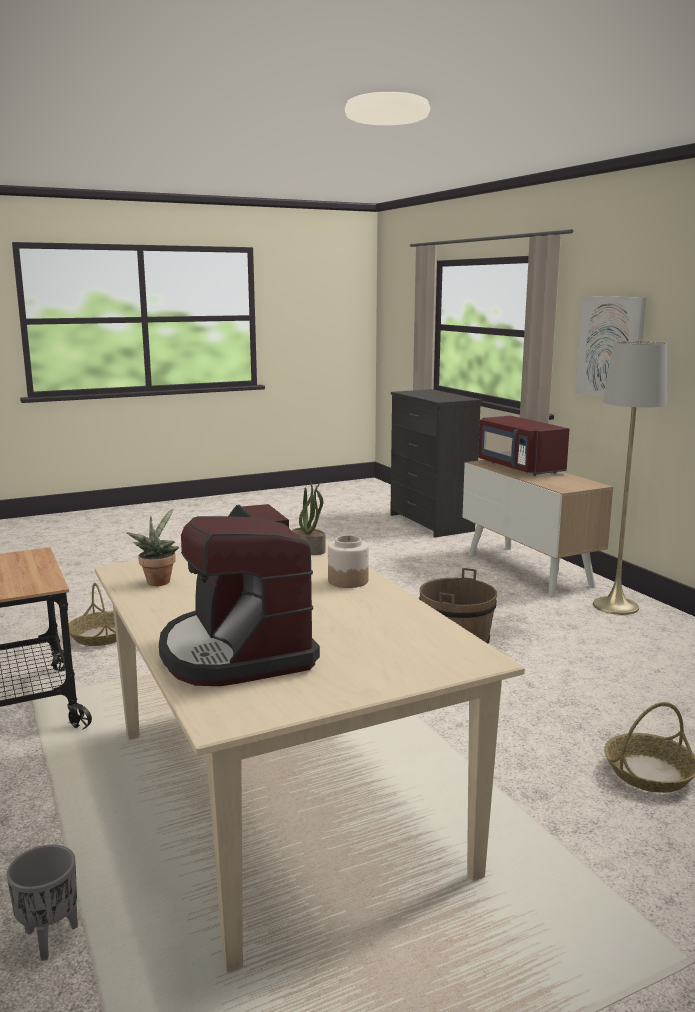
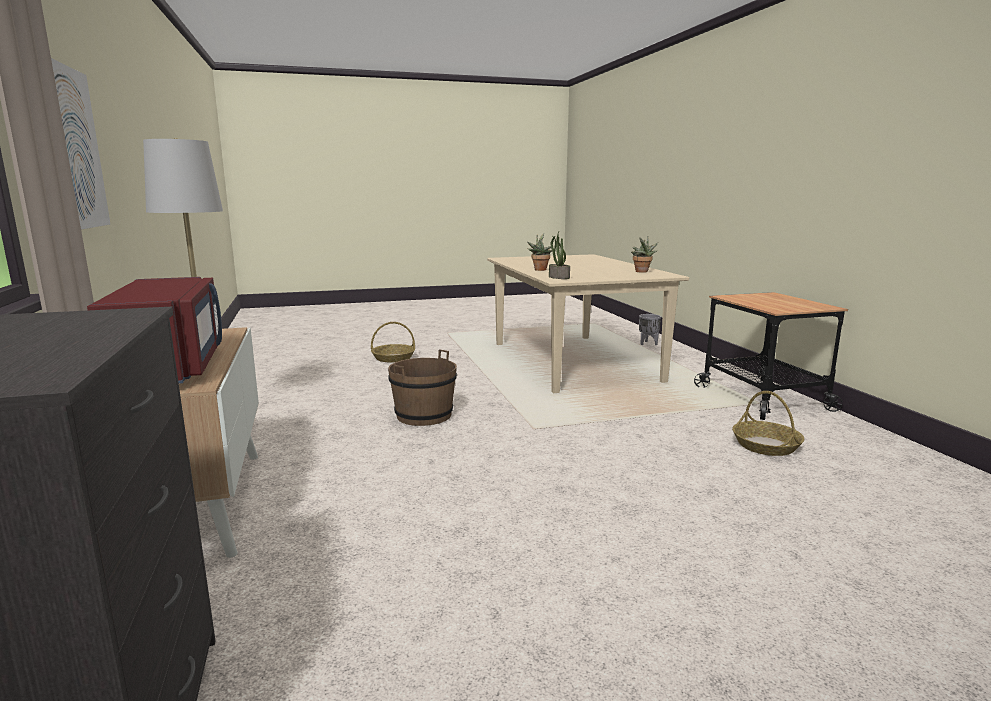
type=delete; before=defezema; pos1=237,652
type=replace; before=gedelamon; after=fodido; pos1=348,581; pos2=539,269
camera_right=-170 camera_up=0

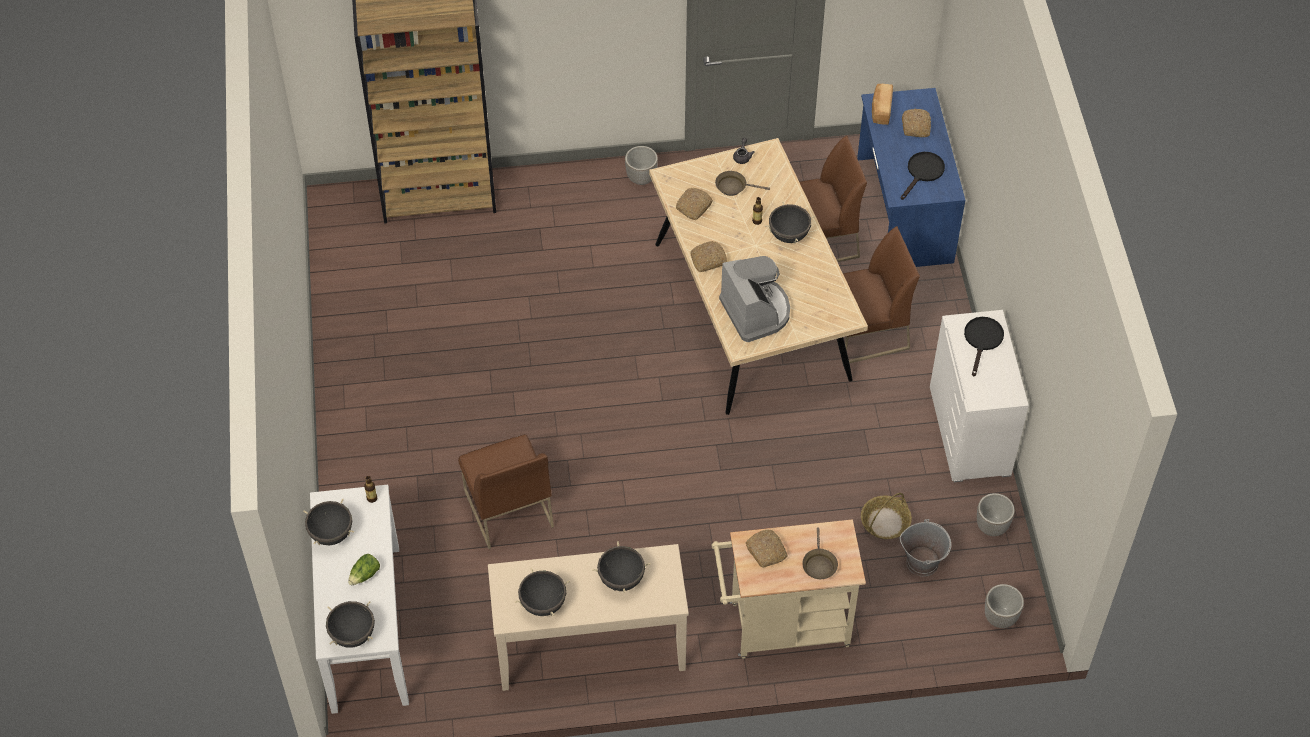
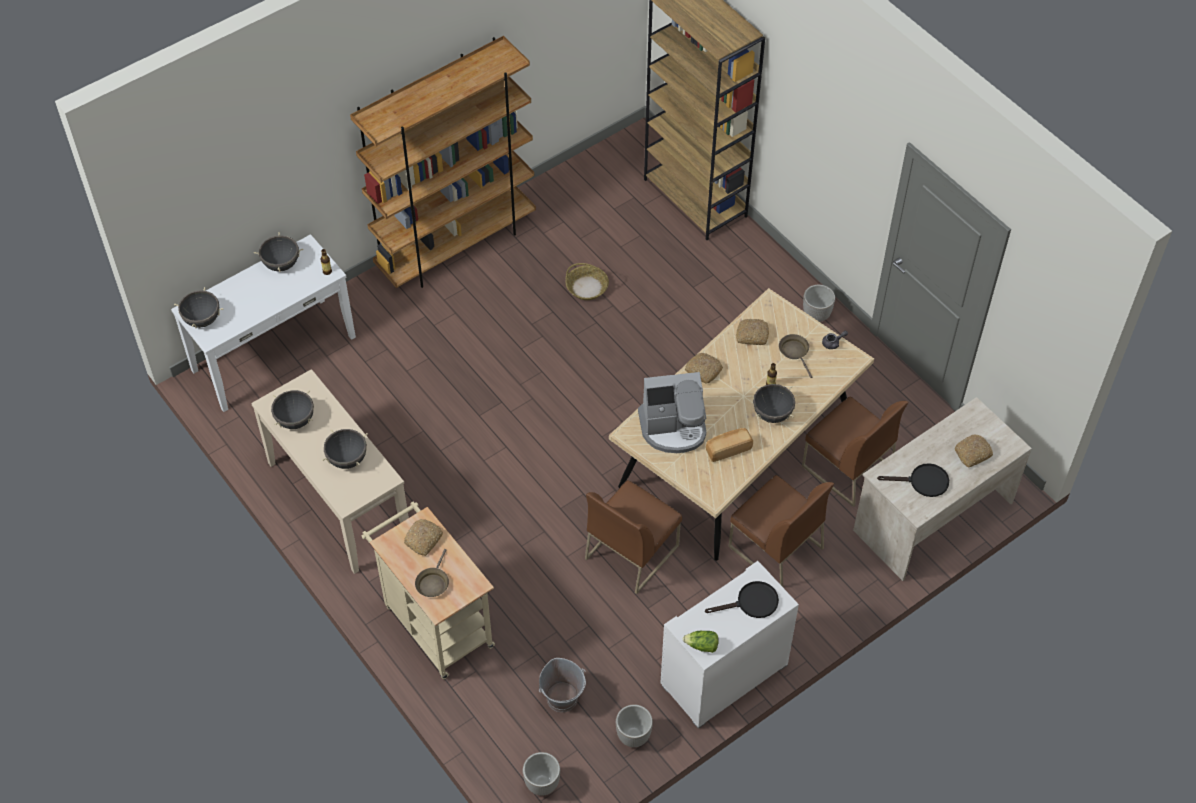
type=move; before=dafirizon; pos1=365,575; pos2=702,646
type=move; before=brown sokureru; pos1=507,508; pos2=631,551
type=rotate; before=defezema; pos1=756,311; pos2=673,428; turn=45
type=rotate; before=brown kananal; pos1=819,564; pos2=433,582; turn=-45
type=recolor; before=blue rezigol; after=beige rezigol; pos1=903,210; pos2=932,515
type=move; before=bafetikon; pos1=885,522; pos2=587,287
type=move; before=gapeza; pos1=880,110; pos2=728,449
type=insert; after=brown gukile; pos2=456,246
camera_right=60 camera_up=0

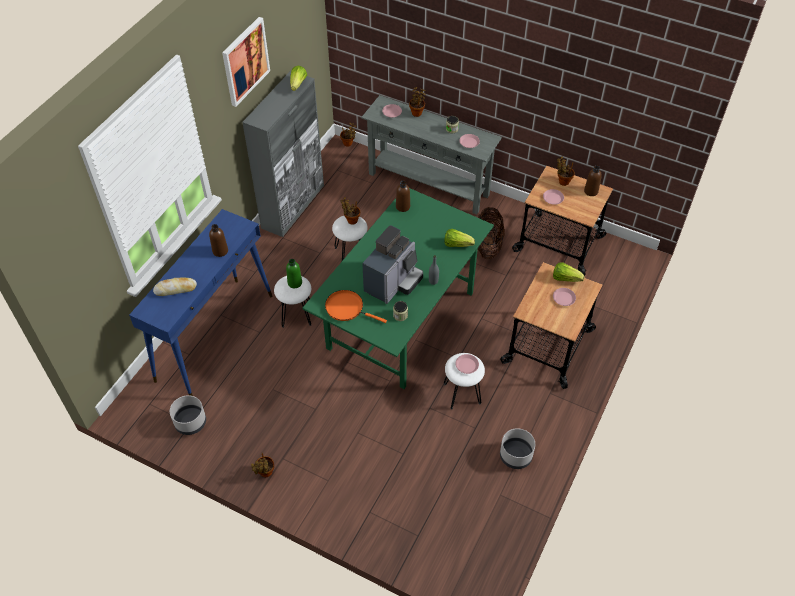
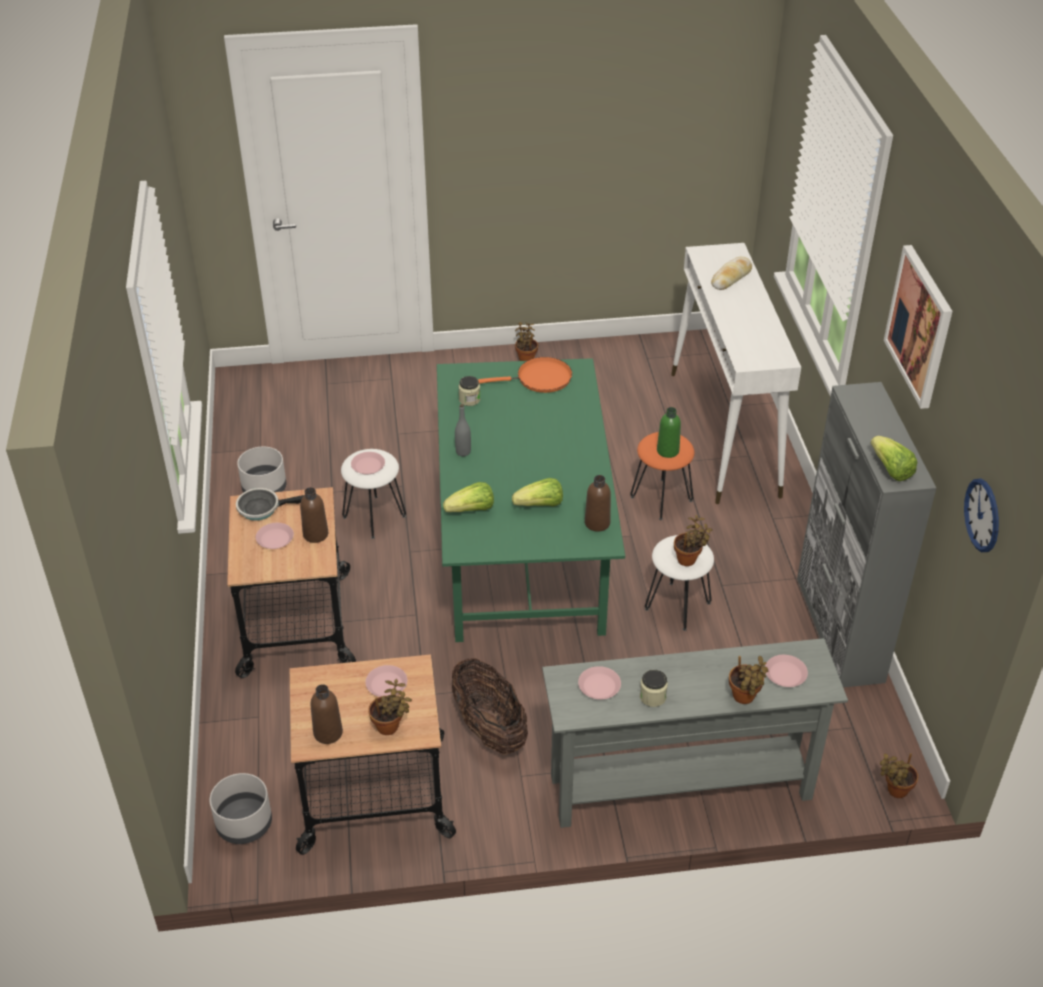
type=recolor; before=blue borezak; after=white borezak; pos1=215,336; pos2=724,433
type=move; before=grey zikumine; pos1=190,422; pos2=245,823
type=move; before=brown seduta; pos1=220,251; pos2=315,534
type=recolor; before=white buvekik; after=orange buvekik; pos1=296,314; pos2=662,499
type=delete; before=defezema; pos1=393,282
type=move; before=dafirizon; pos1=565,278; pos2=540,505
type=insert; after=kananal; pos2=262,508
type=insert; after=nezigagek; pos2=982,515
camera_right=145 camera_up=-10

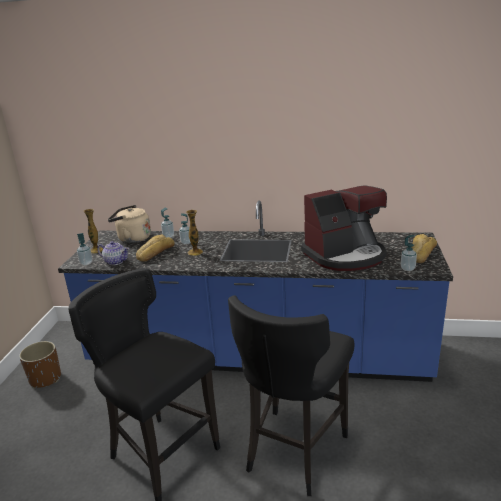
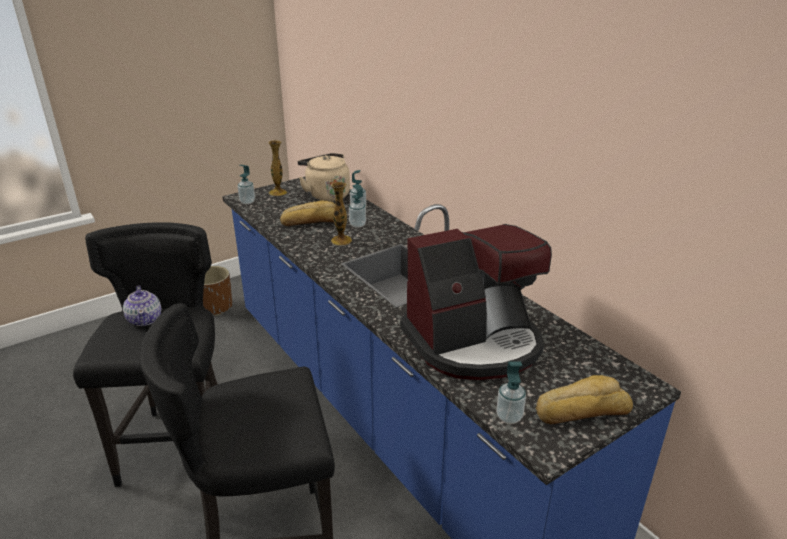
type=move; before=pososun; pos1=115,261; pos2=145,319
type=rotate; before=defezema; pos1=345,255; pos2=474,342; turn=-45
camera_right=45 camera_up=5

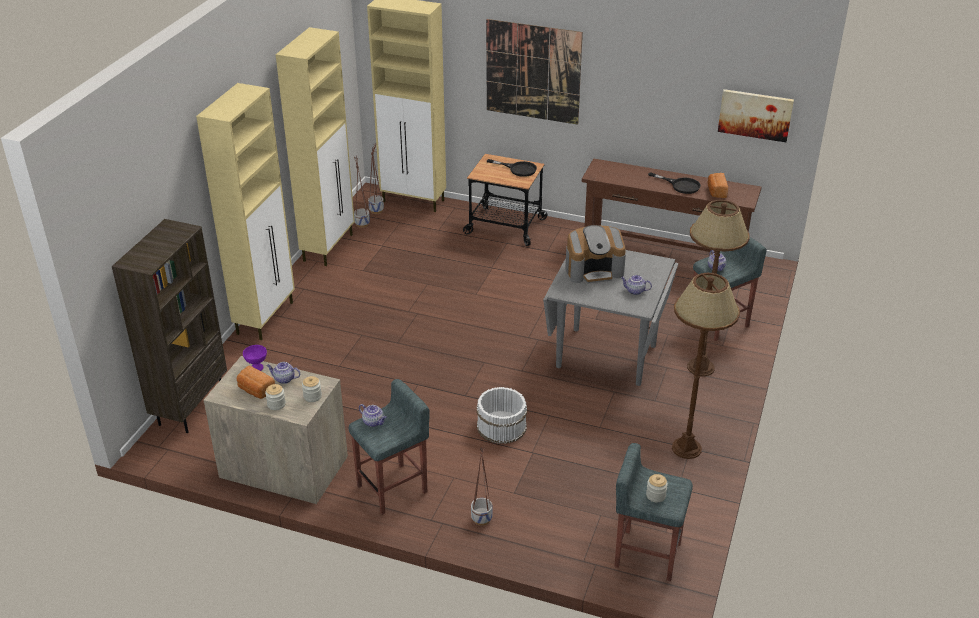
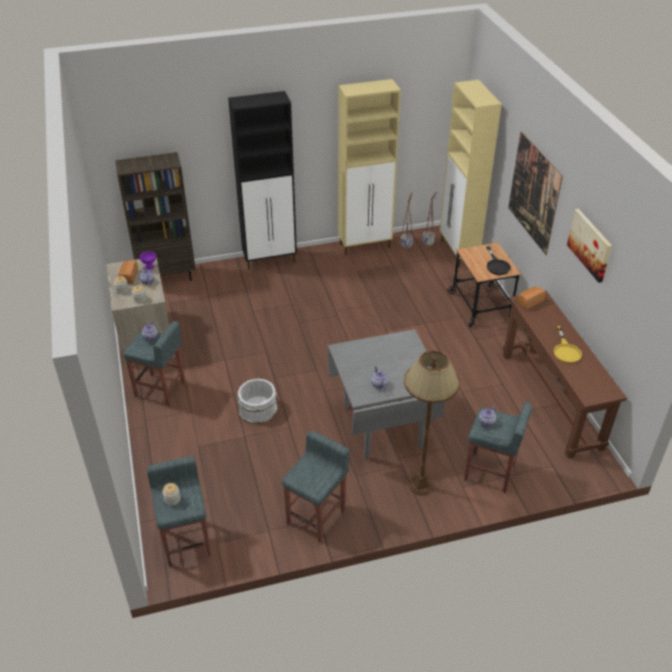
type=recolor; before=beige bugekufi; after=black bugekufi; pos1=266,317; pos2=270,260
type=delete; before=zikumine; pos1=482,519
type=delete; before=defezema; pos1=594,270
type=recolor; before=black kananal; after=yellow kananal; pos1=680,185; pos2=566,351
type=replace; before=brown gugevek; after=grey buvekik; pos1=687,448; pos2=316,517
type=move; before=gapeza; pos1=716,192; pos2=529,302
type=move; before=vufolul; pos1=755,115; pos2=590,244
camera_right=55 camera_up=5

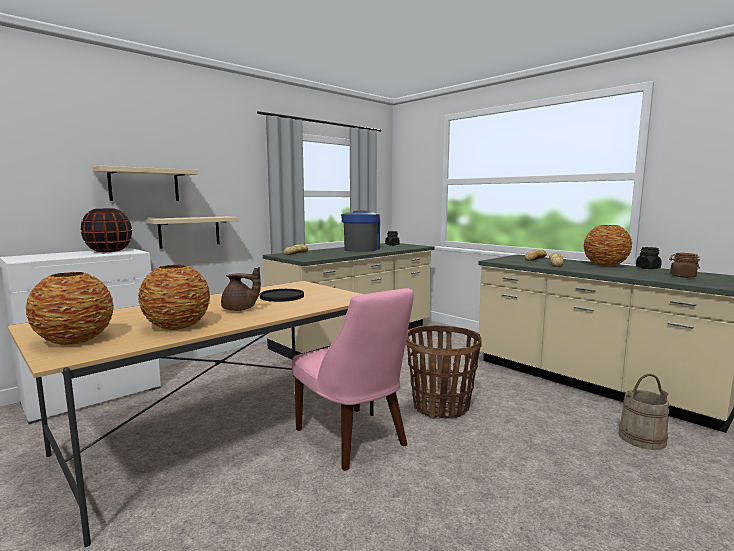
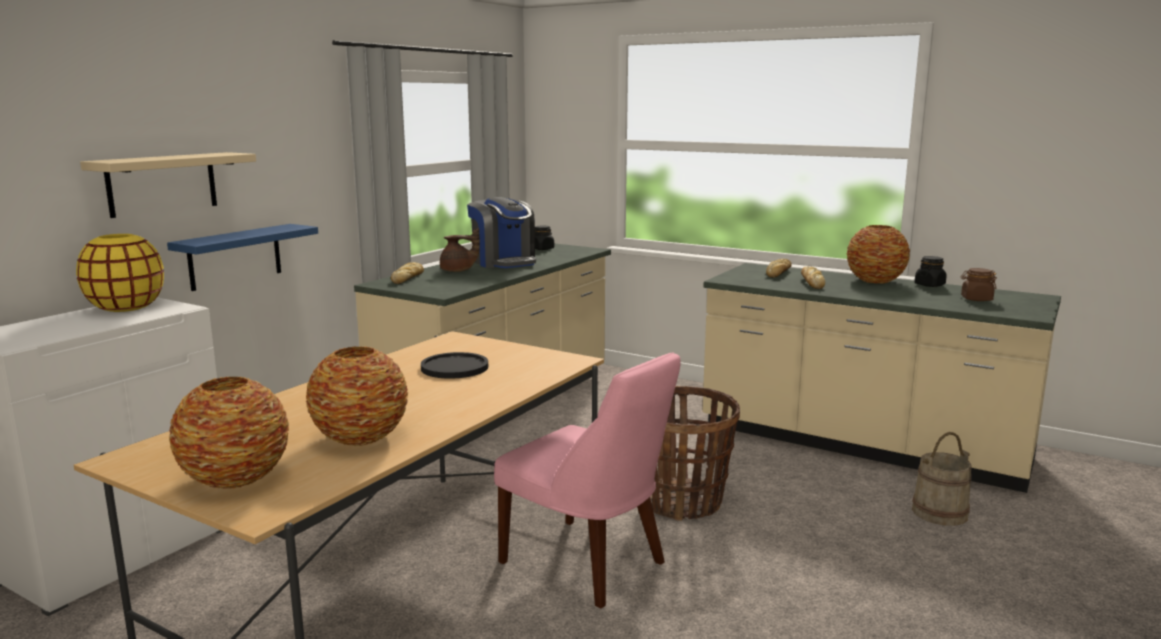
type=recolor; before=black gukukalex; after=yellow gukukalex; pos1=109,251; pos2=126,307
type=recolor; before=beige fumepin; after=blue fumepin; pos1=189,231; pos2=235,257
type=move; before=brown pososun; pos1=240,309; pos2=458,271
type=rotate; before=defezema; pos1=361,249; pos2=504,262; turn=150
camera_right=-15 camera_up=5

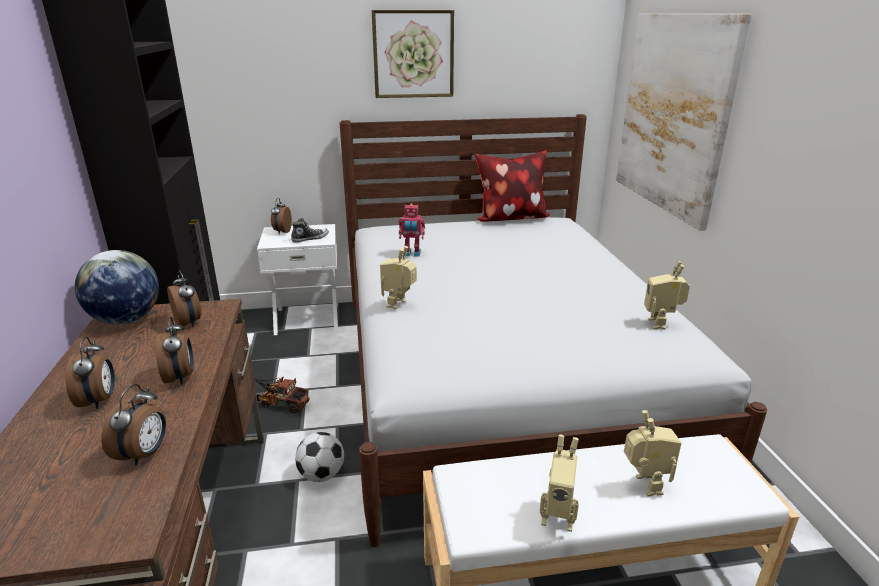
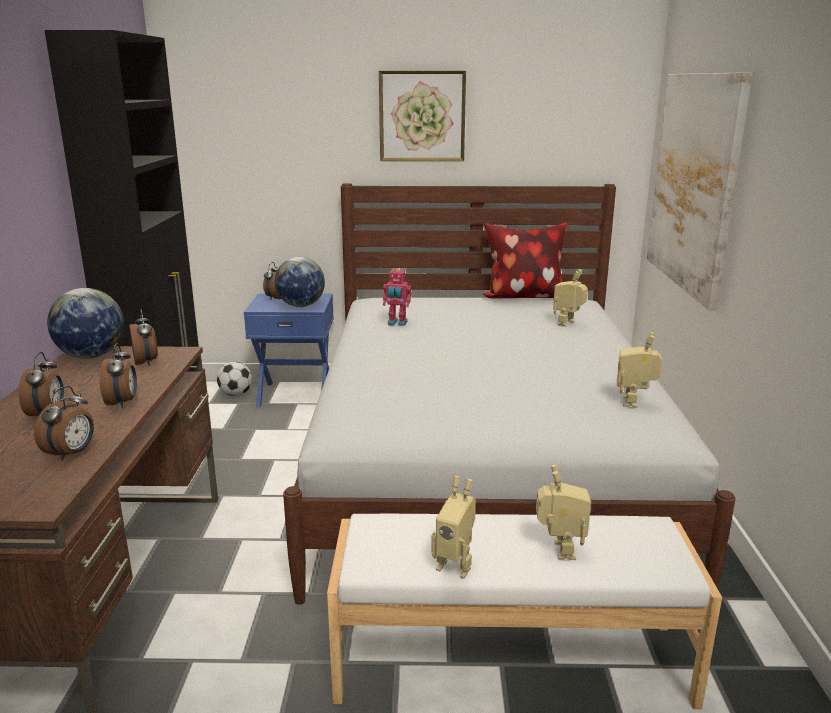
type=delete; before=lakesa; pos1=280,403
type=recolor; before=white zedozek; after=blue zedozek; pos1=307,318; pos2=296,394
type=replace; before=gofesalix; after=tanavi; pos1=310,238; pos2=301,306
type=move; before=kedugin; pos1=321,474; pos2=236,394
type=move; before=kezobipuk; pos1=399,305; pos2=568,324
camera_right=10 camera_up=-5

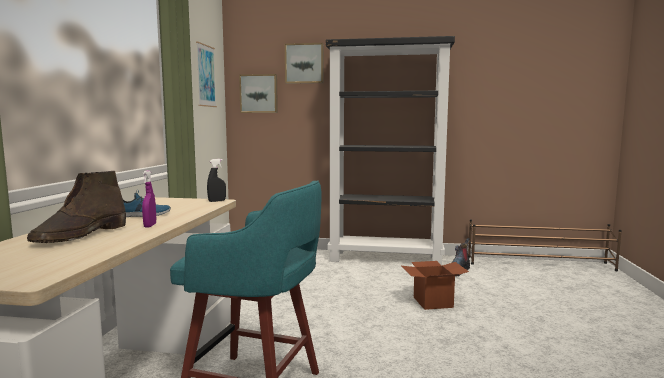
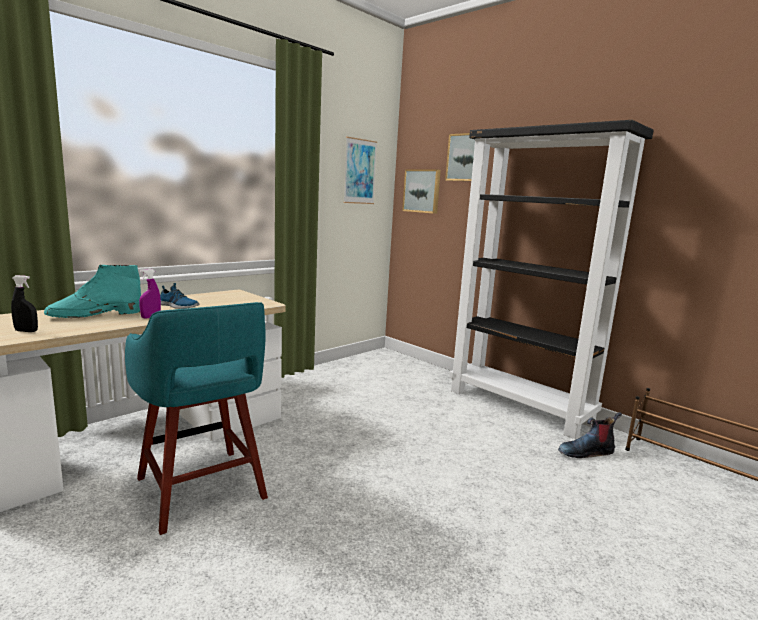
type=recolor; before=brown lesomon; after=turquoise lesomon; pos1=81,235; pos2=94,315
type=move; before=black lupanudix; pos1=217,201; pos2=26,331
type=delete; before=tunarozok; pos1=433,302
camera_right=35 camera_up=5

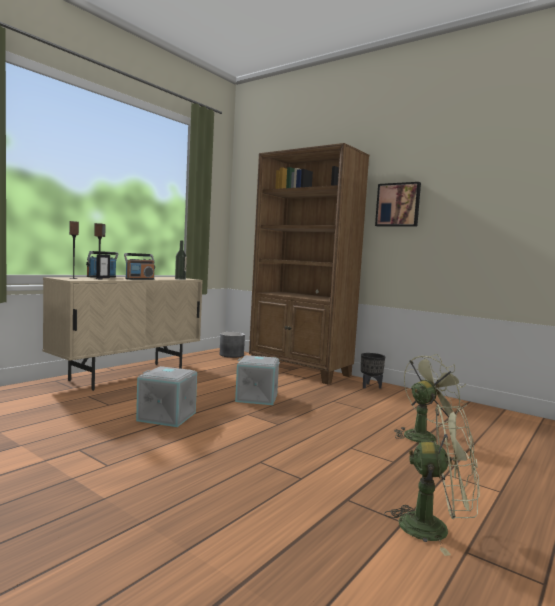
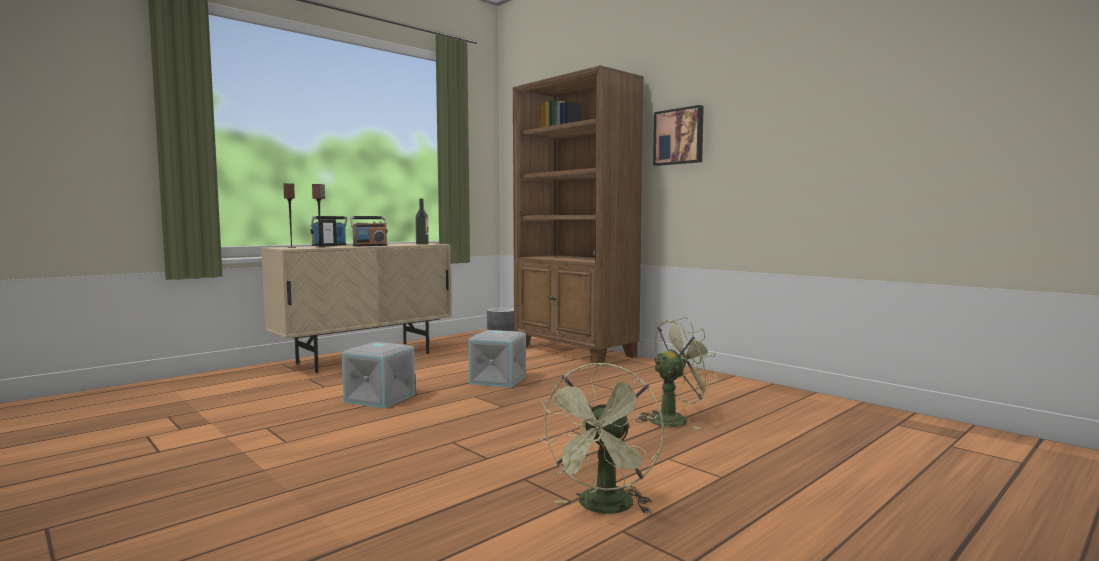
type=delete; before=black zikumine; pos1=370,386
type=rotate; before=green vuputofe; pos1=435,528; pos2=604,508; turn=90
camera_right=10 camera_up=0

